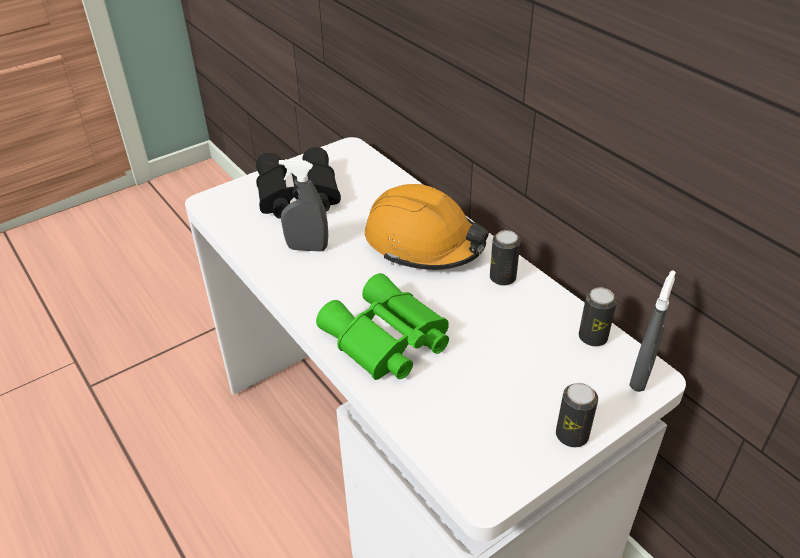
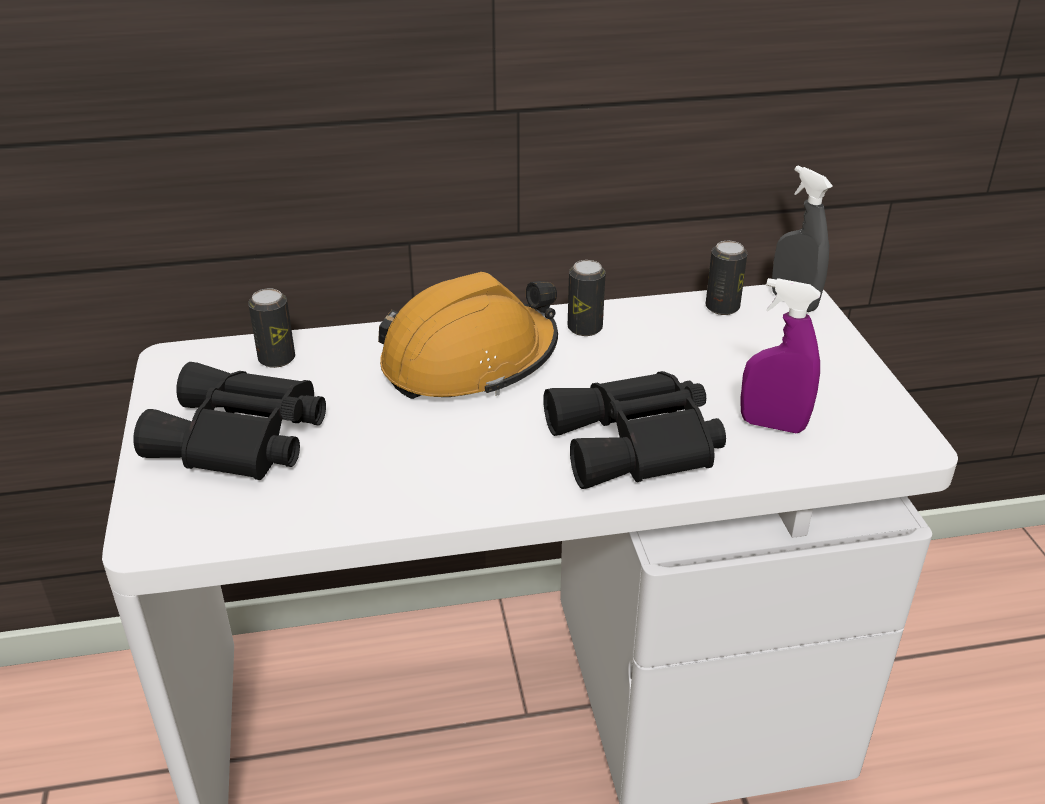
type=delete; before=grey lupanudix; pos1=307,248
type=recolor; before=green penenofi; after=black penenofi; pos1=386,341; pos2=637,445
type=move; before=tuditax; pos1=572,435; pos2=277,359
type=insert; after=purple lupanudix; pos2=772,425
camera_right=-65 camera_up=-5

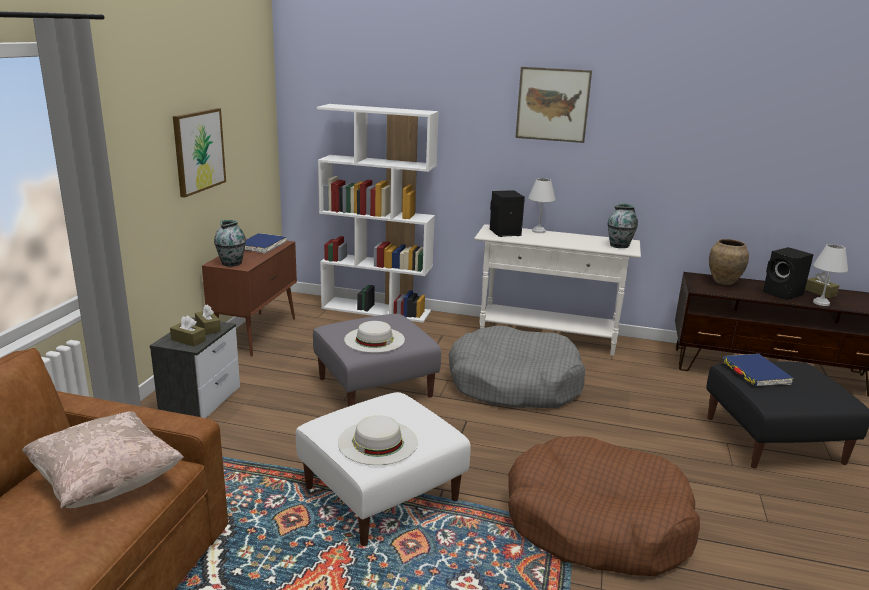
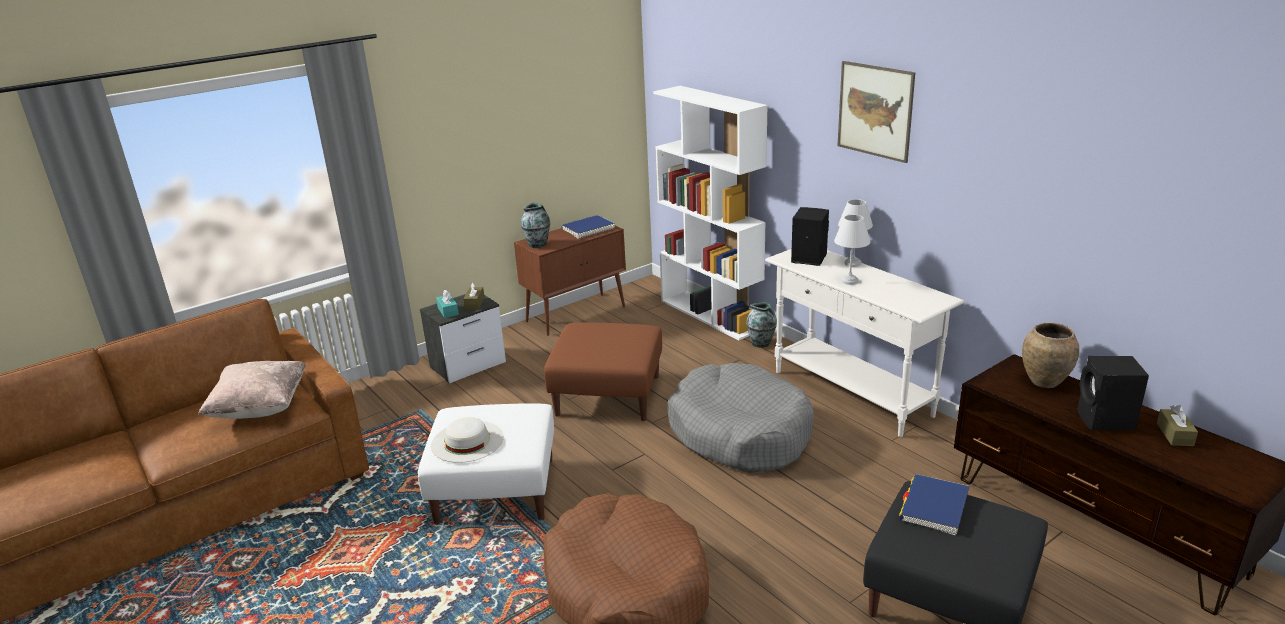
type=recolor; before=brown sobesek; after=turquoise sobesek; pos1=188,340; pos2=448,311
type=delete; before=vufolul; pos1=199,151
type=recolor; before=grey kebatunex; after=brown kebatunex; pos1=374,387; pos2=607,396
type=delete; before=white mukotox; pos1=374,339
type=move; before=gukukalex; pos1=619,245; pos2=761,343
type=move; before=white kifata; pos1=820,303; pos2=849,281
camera_right=40 camera_up=5

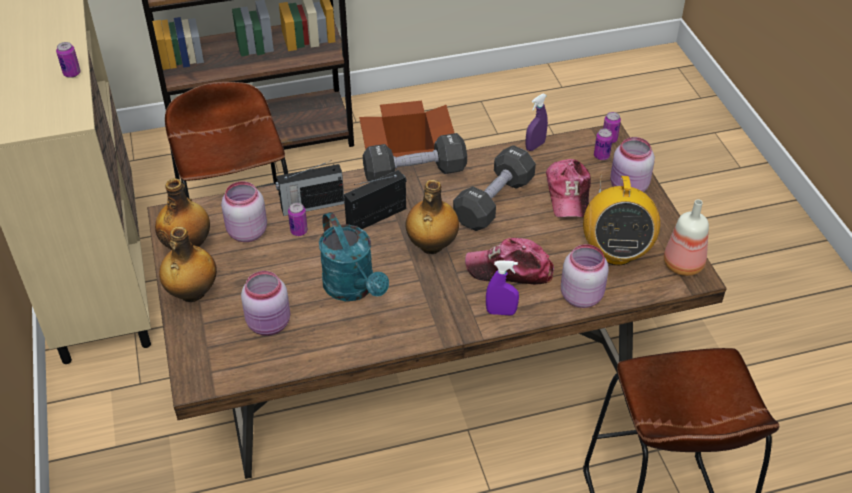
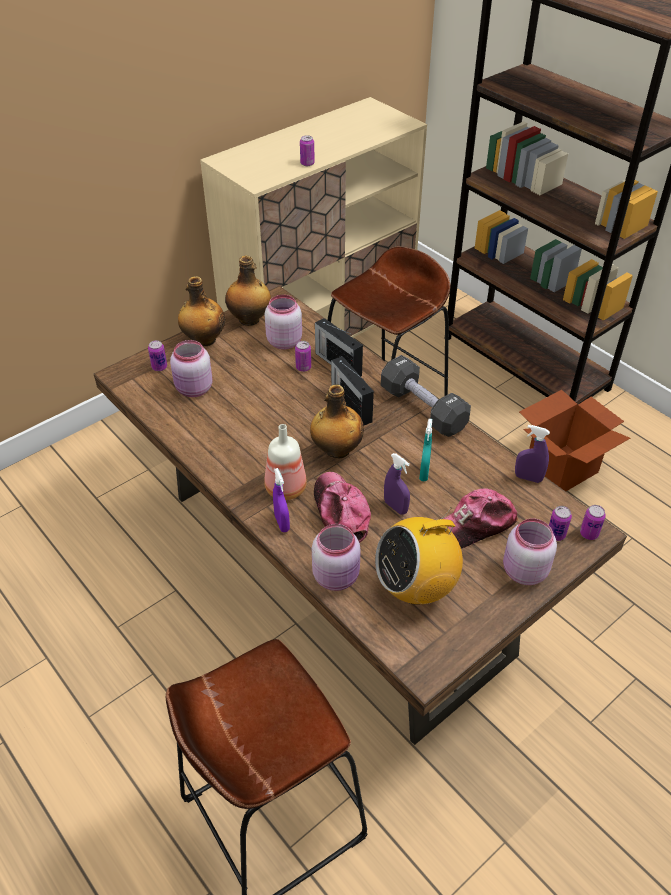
type=delete; before=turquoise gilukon; pos1=353,289
type=rotate; before=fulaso; pos1=377,216; pos2=351,405; turn=-150
type=replace; before=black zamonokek; after=turquoise lupanudix; pos1=494,201; pos2=424,473
type=move; before=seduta; pos1=684,265; pos2=285,489
type=insert; after=tuditax; pos2=159,367
type=insert; after=purple lupanudix; pos2=395,507
camera_right=65 camera_up=0

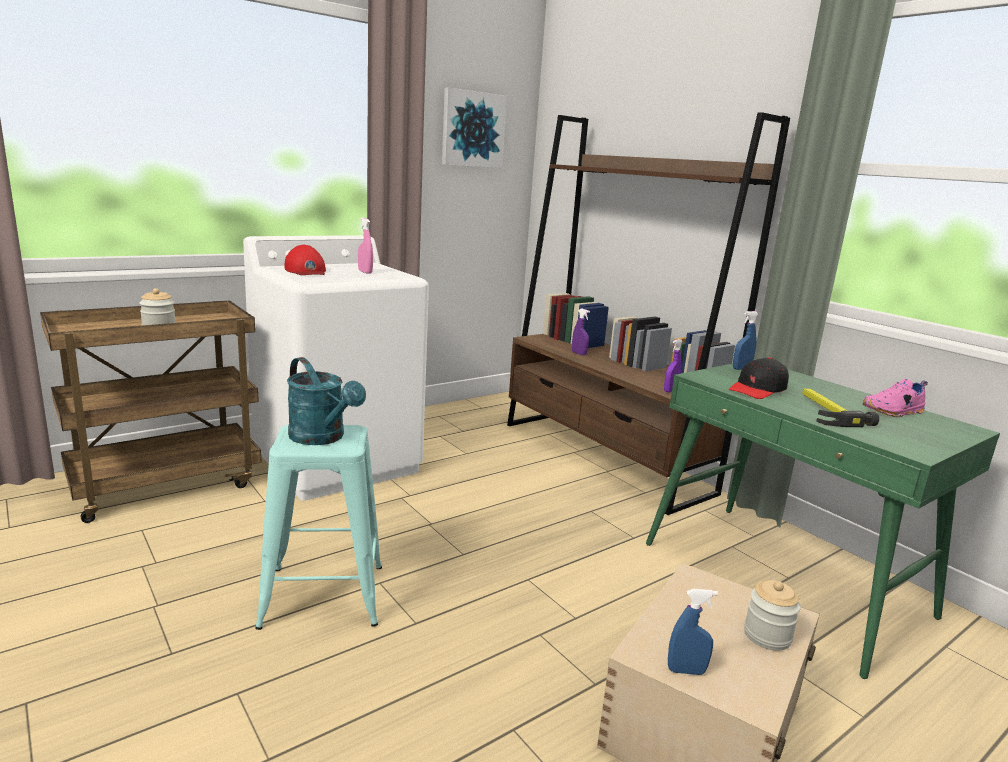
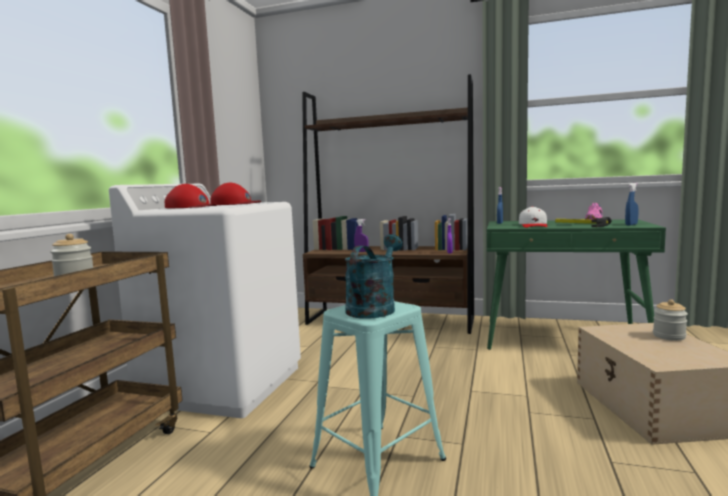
type=rotate; before=turquoise gilukon; pos1=322,438; pos2=374,308; turn=-75
type=replace; before=pink lupanudix; after=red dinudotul; pos1=365,272; pos2=235,204
type=delete; before=vufolul; pos1=472,129
type=move; before=blue lupanudix; pos1=686,671; pos2=631,224
type=recolor; before=black dinudotul; after=white dinudotul; pos1=758,389; pos2=533,225
camera_right=-35 camera_up=-10

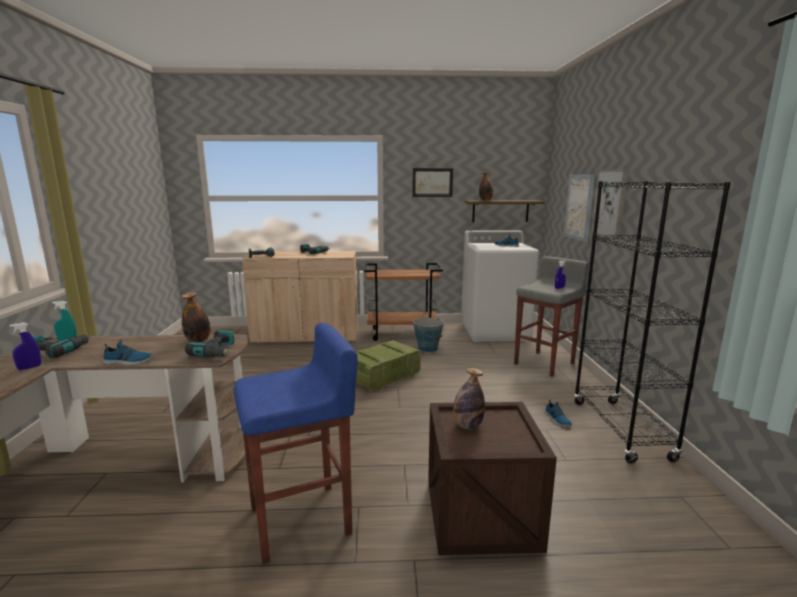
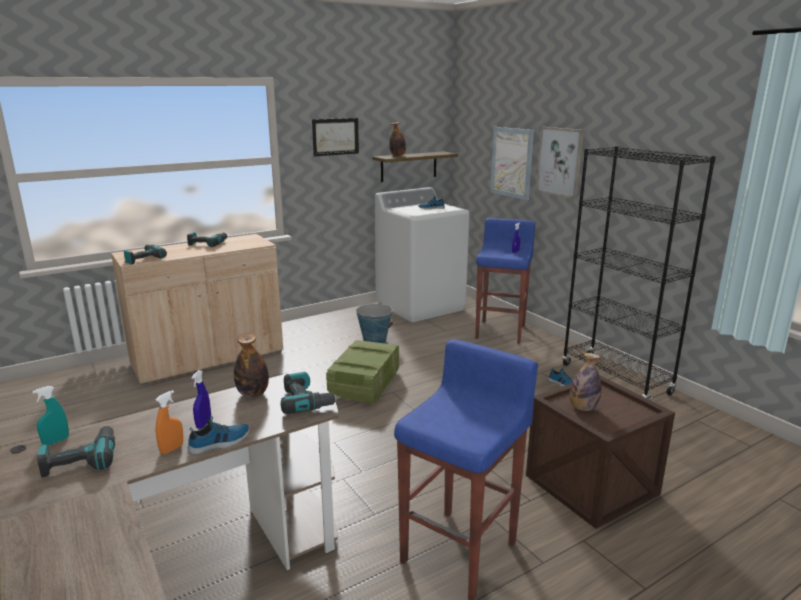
type=move; before=blue lupanudix; pos1=29,368; pos2=203,424
type=delete; before=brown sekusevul; pos1=403,334
type=recolor; before=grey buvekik; after=blue buvekik; pos1=545,363; pos2=501,331
type=insert; after=orange lupanudix; pos2=172,449
camera_right=-30 camera_up=5

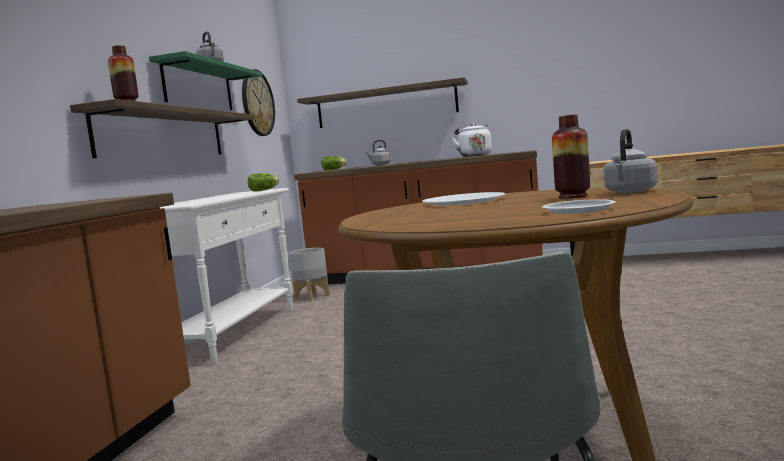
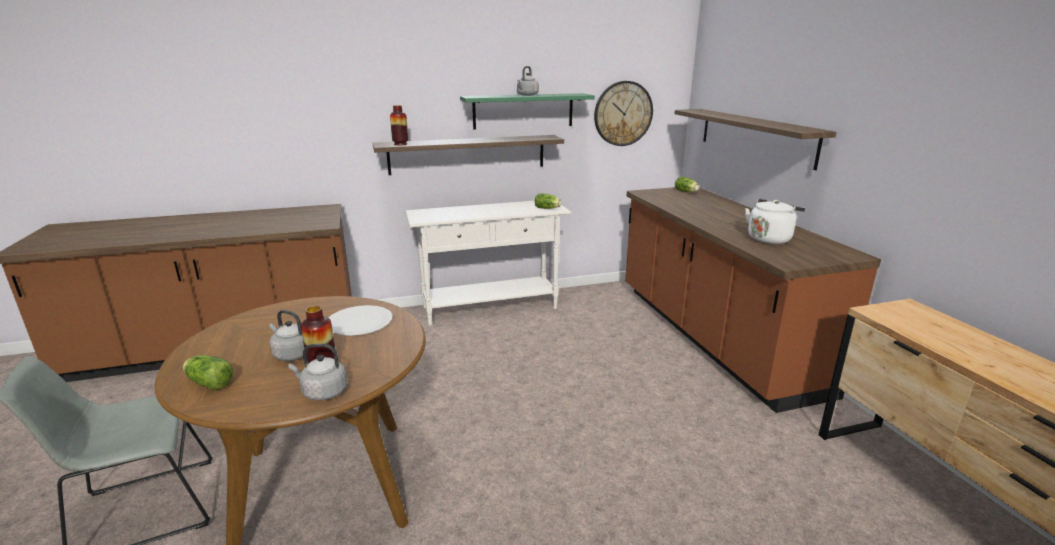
type=delete; before=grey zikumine; pos1=312,296
type=move; before=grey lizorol; pos1=380,165; pos2=292,354
type=replace; before=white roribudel; after=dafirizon; pos1=579,211; pos2=208,382
camera_right=60 camera_up=15

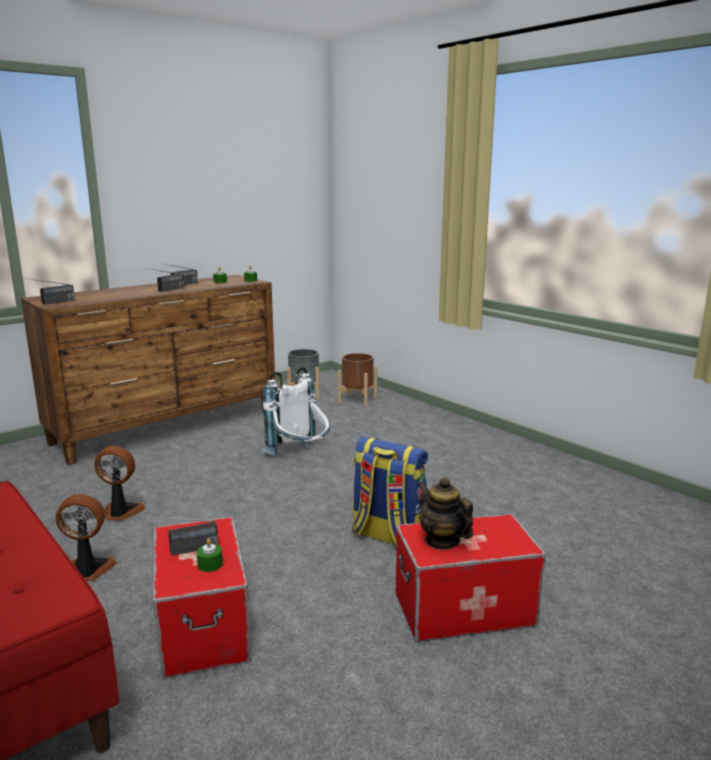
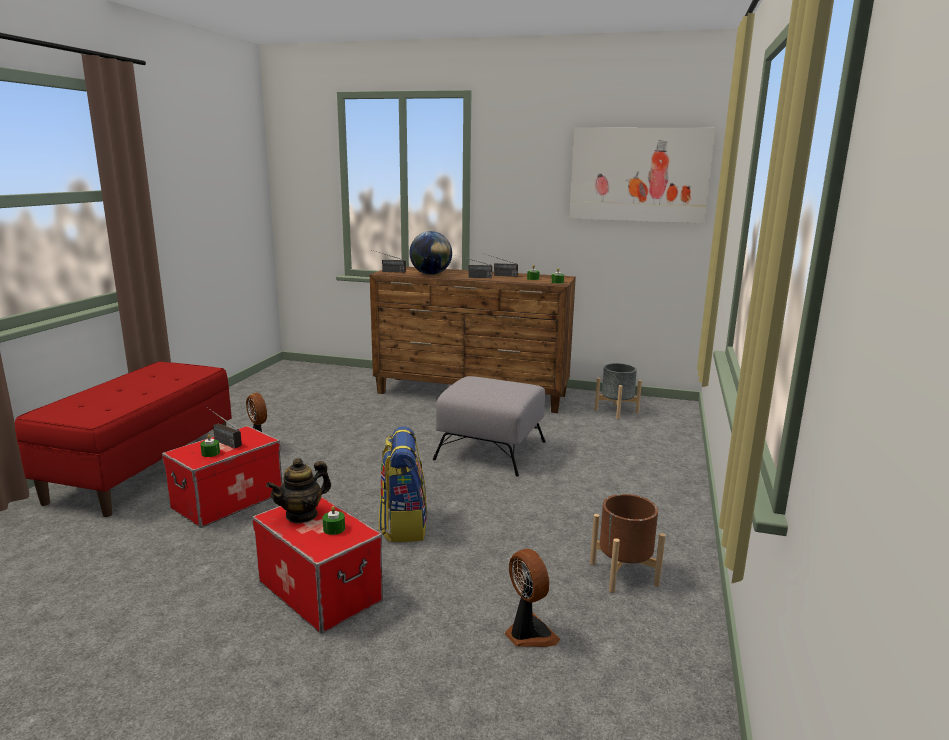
type=move; before=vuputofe; pos1=121,512; pos2=528,633
type=replace; before=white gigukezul; after=grey kebatunex; pos1=300,457; pos2=491,450
type=move; before=brown zikumine; pos1=357,400; pos2=623,573
type=rotate; before=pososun; pos1=442,541; pos2=302,515; turn=-150
type=insert; after=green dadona; pos2=334,529
type=insert; after=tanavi; pos2=430,274
type=insert; after=vufolul; pos2=639,175
camera_right=55 camera_up=0

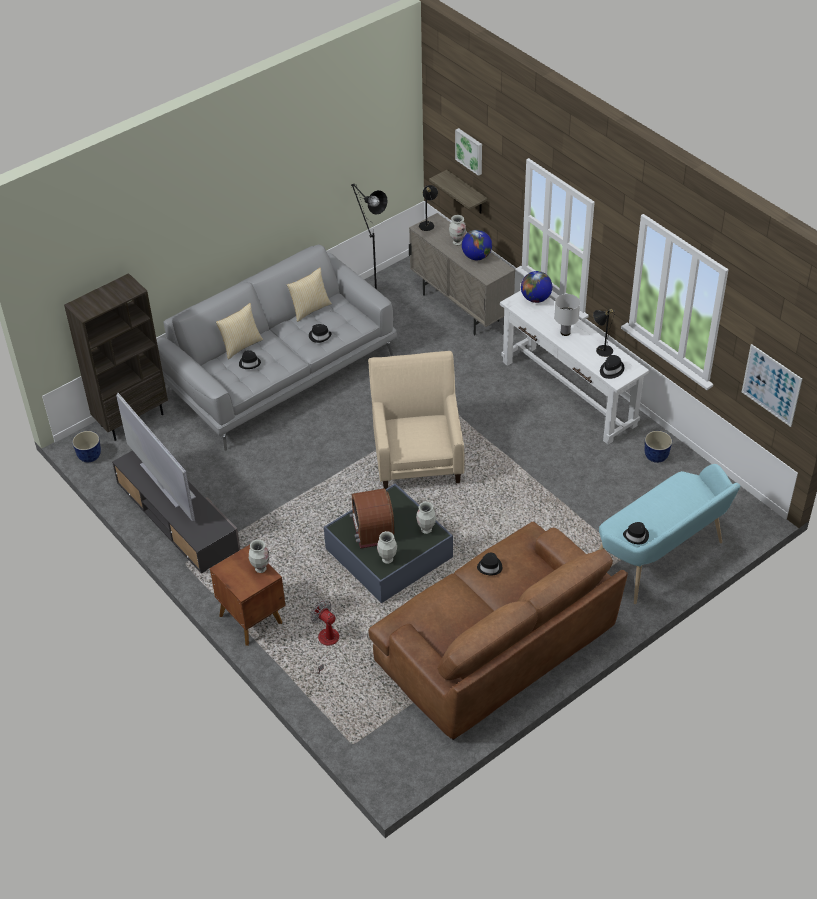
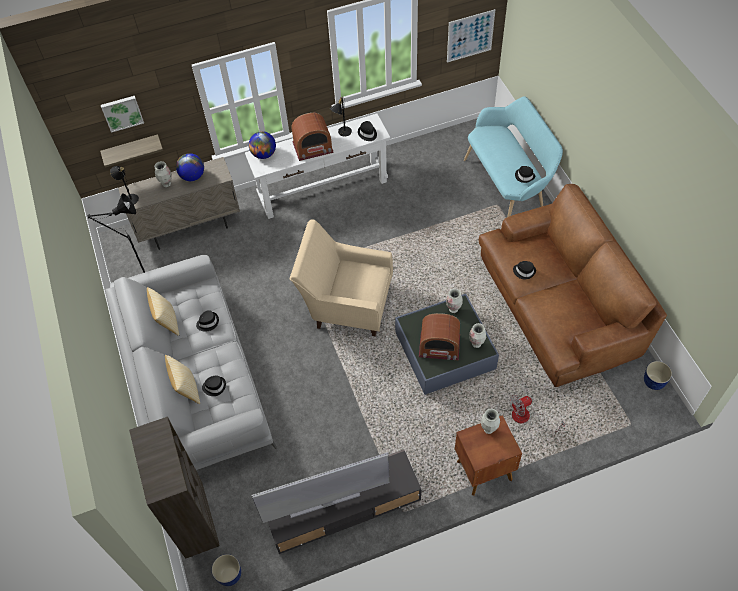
type=replace; before=white kifata; after=fulaso; pos1=565,332; pos2=313,147
type=move; before=zikumine; pos1=656,457; pos2=654,382
camera_right=-70 camera_up=10

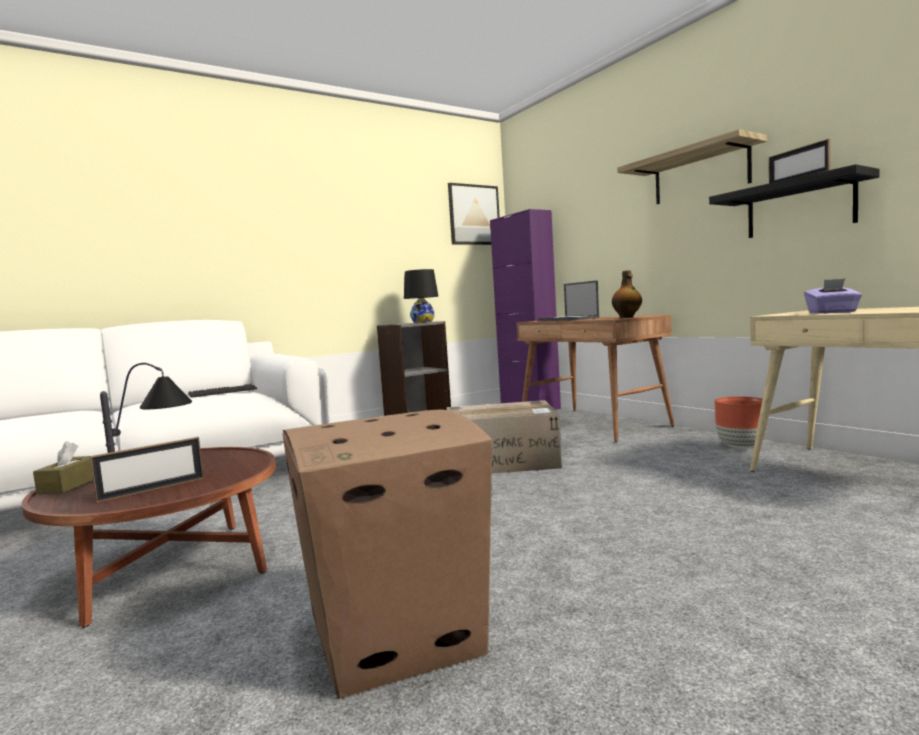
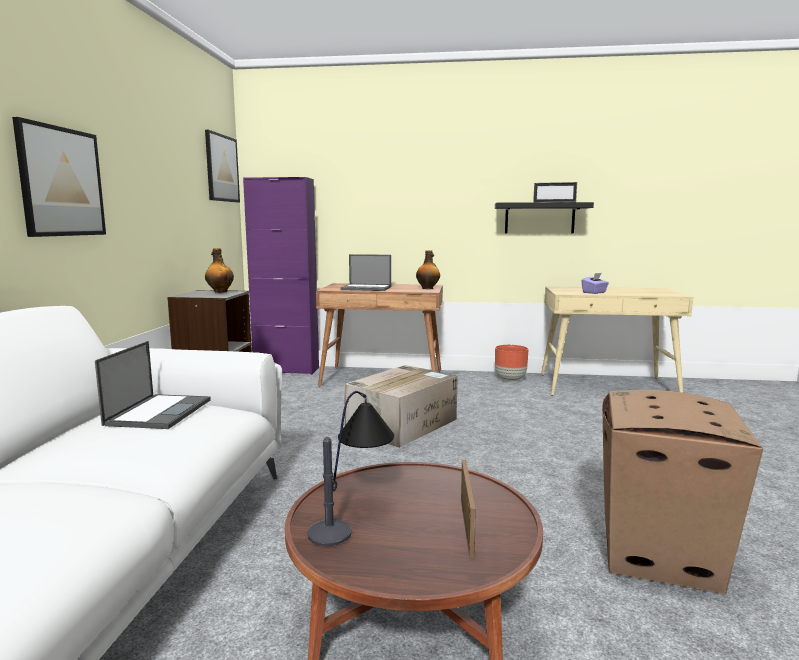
type=delete; before=brown sobesek; pos1=70,485
type=replace; before=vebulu; after=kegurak; pos1=223,392; pos2=159,412
type=replace; before=black kifata; after=seduta; pos1=423,322; pos2=220,291
type=delete; before=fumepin; pos1=700,174
type=insert; after=vufolul; pos2=61,182
camera_right=-50 camera_up=5

